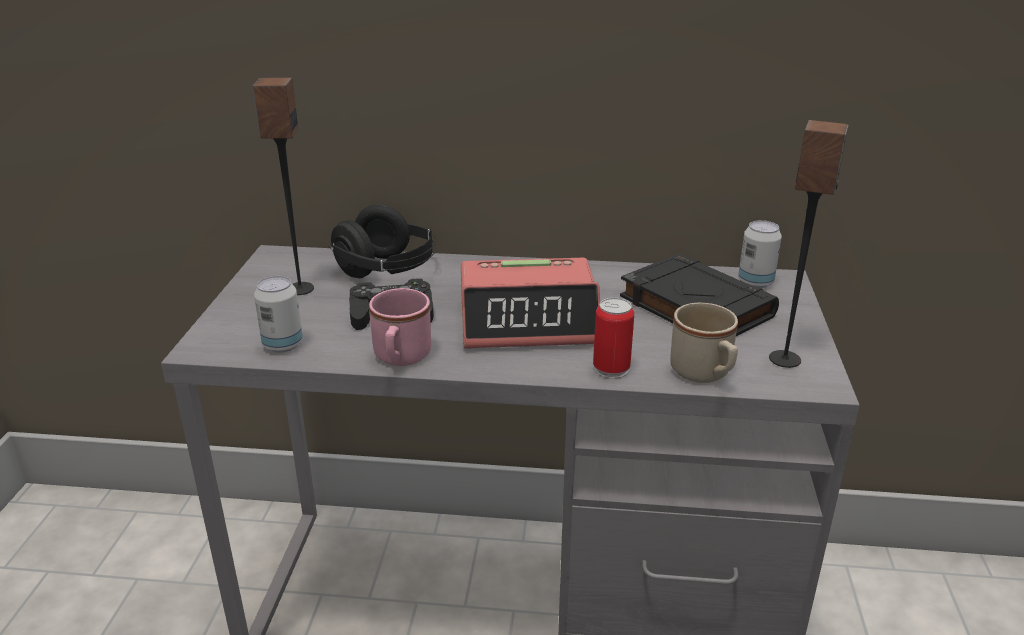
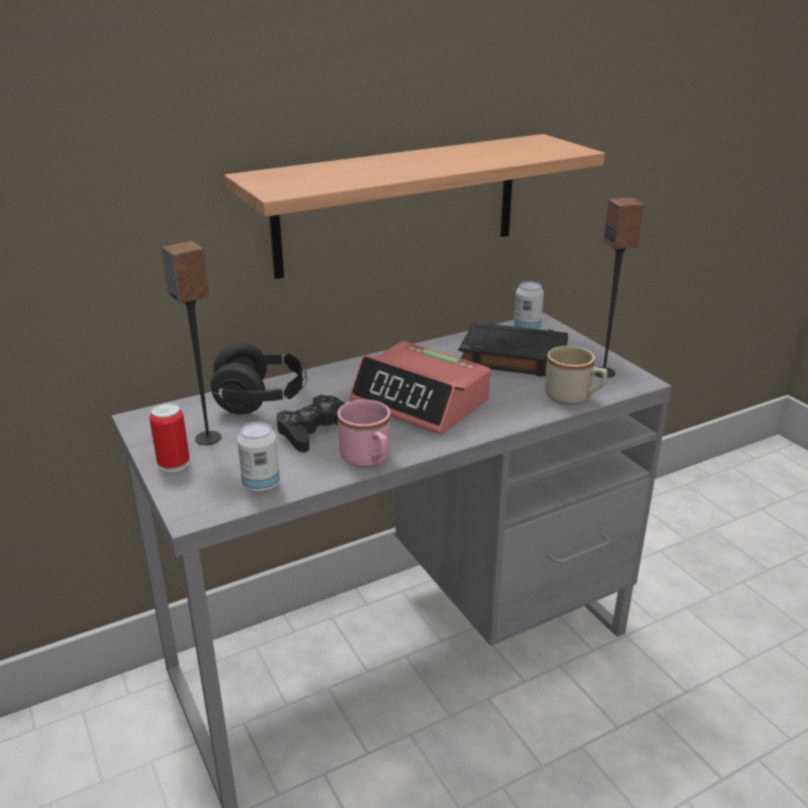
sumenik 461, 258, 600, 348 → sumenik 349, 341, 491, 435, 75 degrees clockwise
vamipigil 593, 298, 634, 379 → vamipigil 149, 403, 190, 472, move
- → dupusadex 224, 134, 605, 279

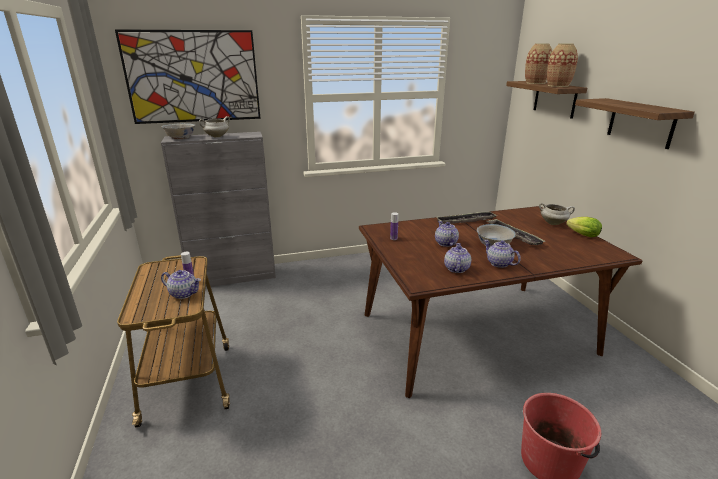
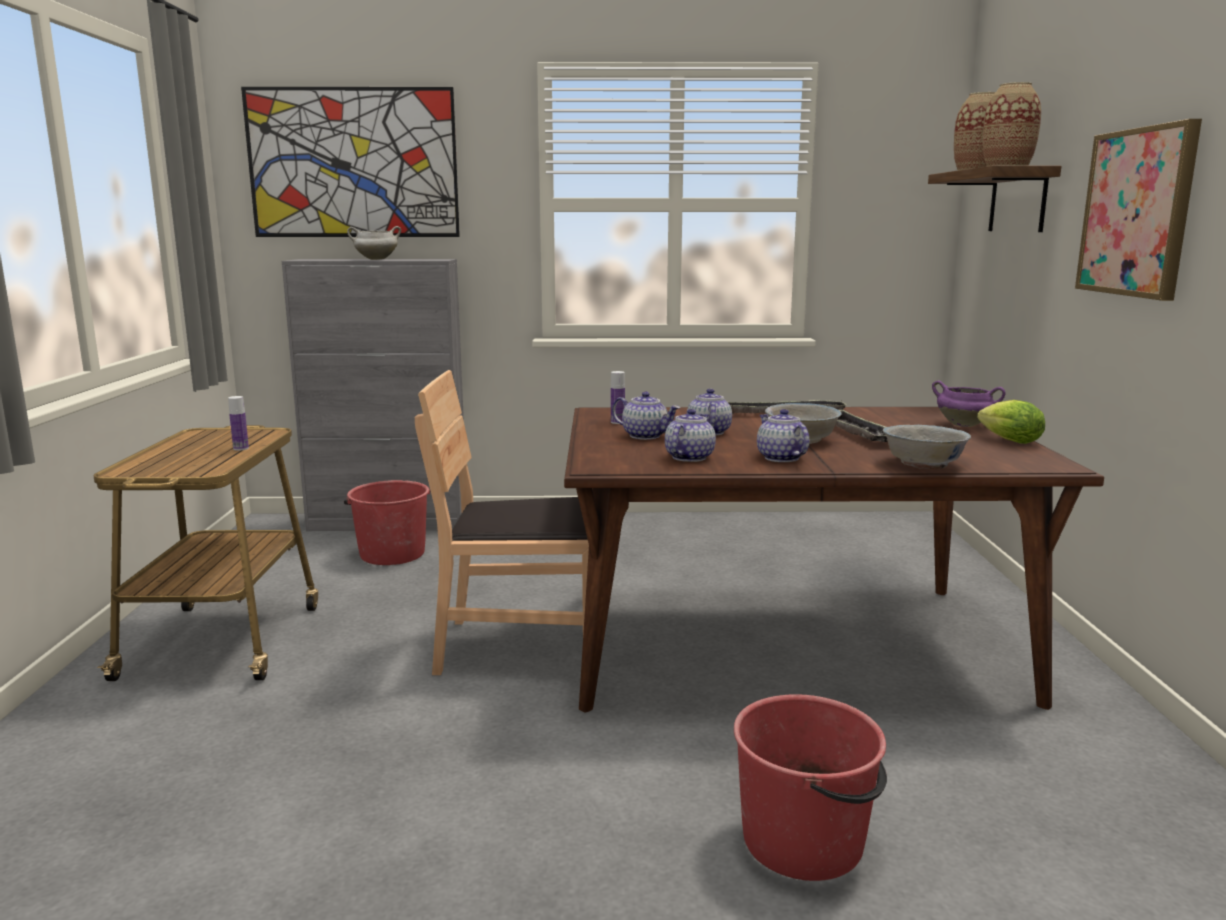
dupusadex 575, 98, 695, 149 → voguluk 1075, 119, 1202, 301
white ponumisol 162, 123, 196, 139 → white ponumisol 883, 425, 971, 469, move
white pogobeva 539, 203, 575, 225 → purple pogobeva 932, 380, 1006, 427
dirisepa 161, 270, 201, 299 → dirisepa 612, 392, 680, 440, move
- → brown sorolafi 415, 370, 589, 675
- → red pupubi 344, 480, 431, 565

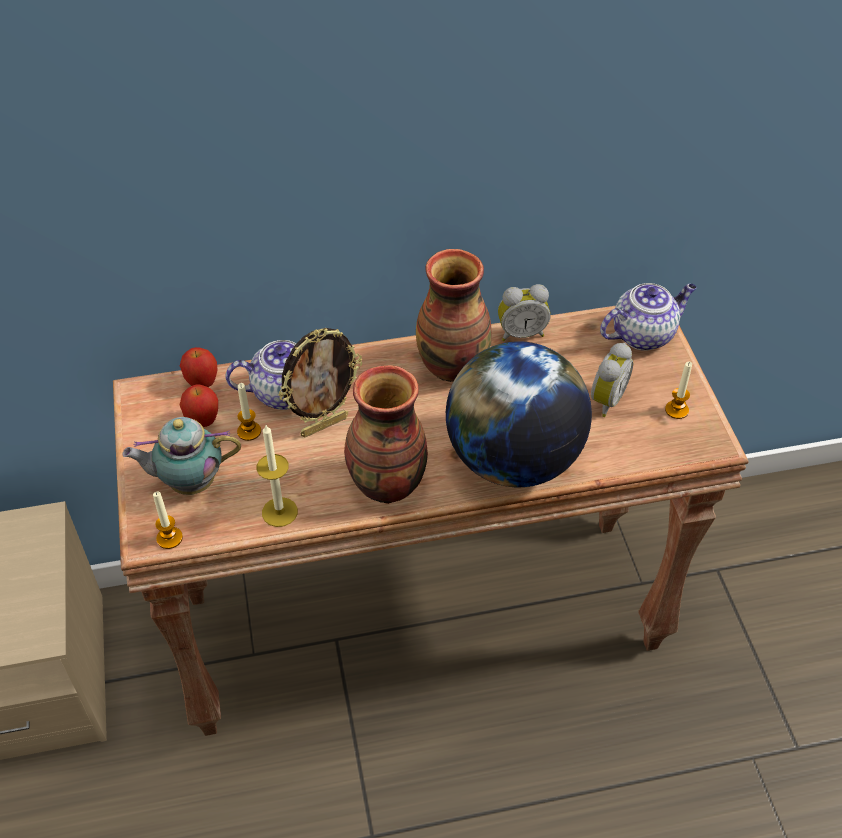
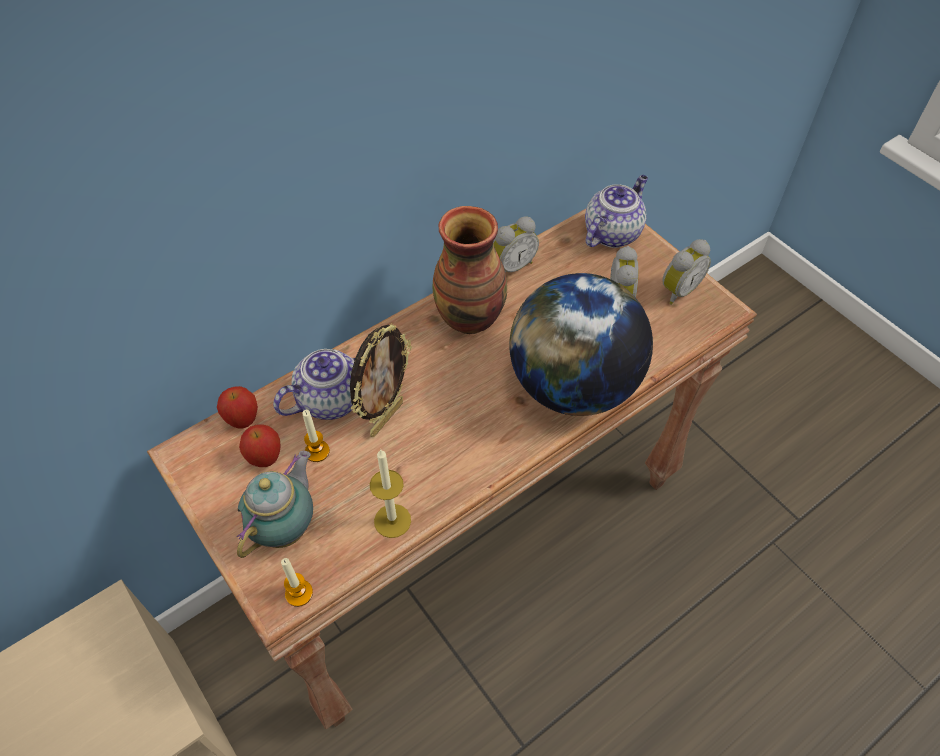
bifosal 665, 362, 692, 419 → sumenik 662, 239, 711, 305
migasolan 344, 365, 428, 504 → -
dirisepa 122, 417, 241, 495 → dirisepa 237, 451, 313, 558, 150 degrees clockwise

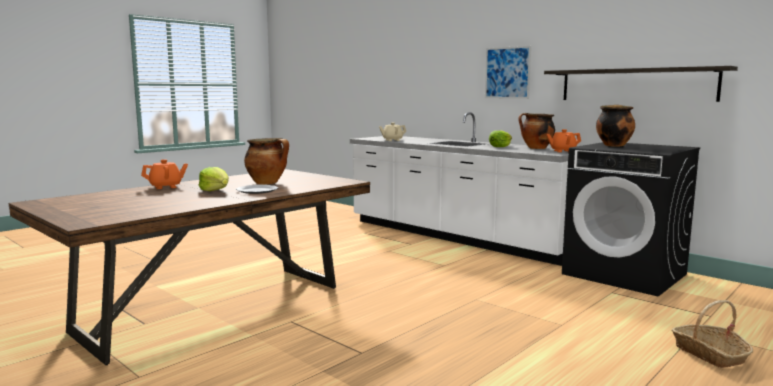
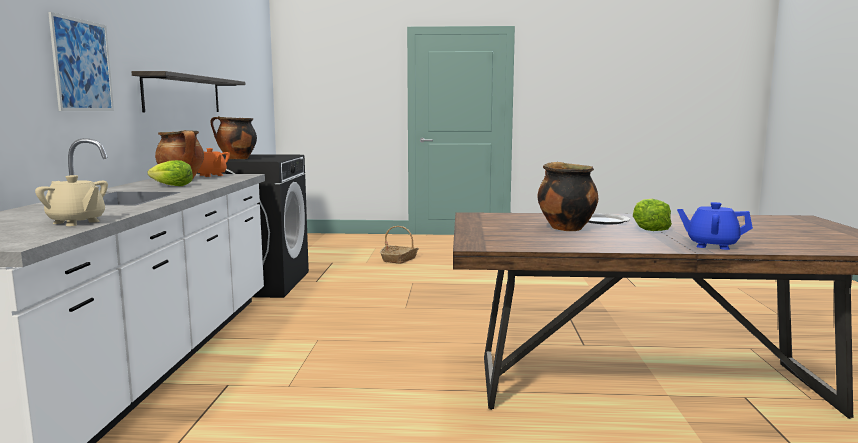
orange dirisepa 141, 159, 188, 189 → blue dirisepa 677, 202, 753, 250

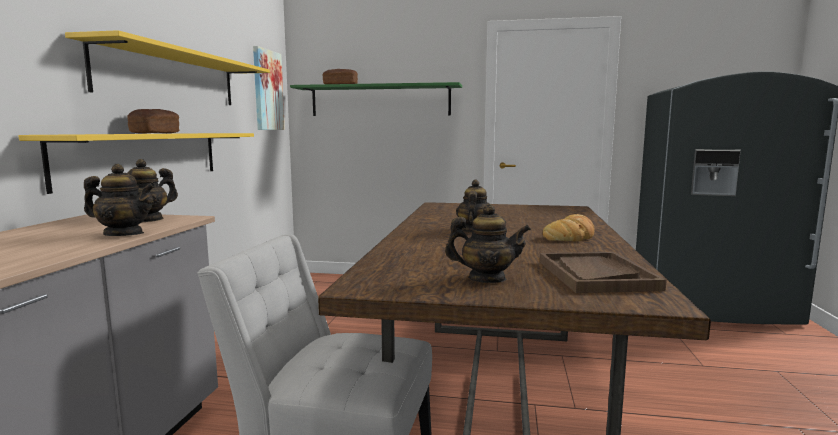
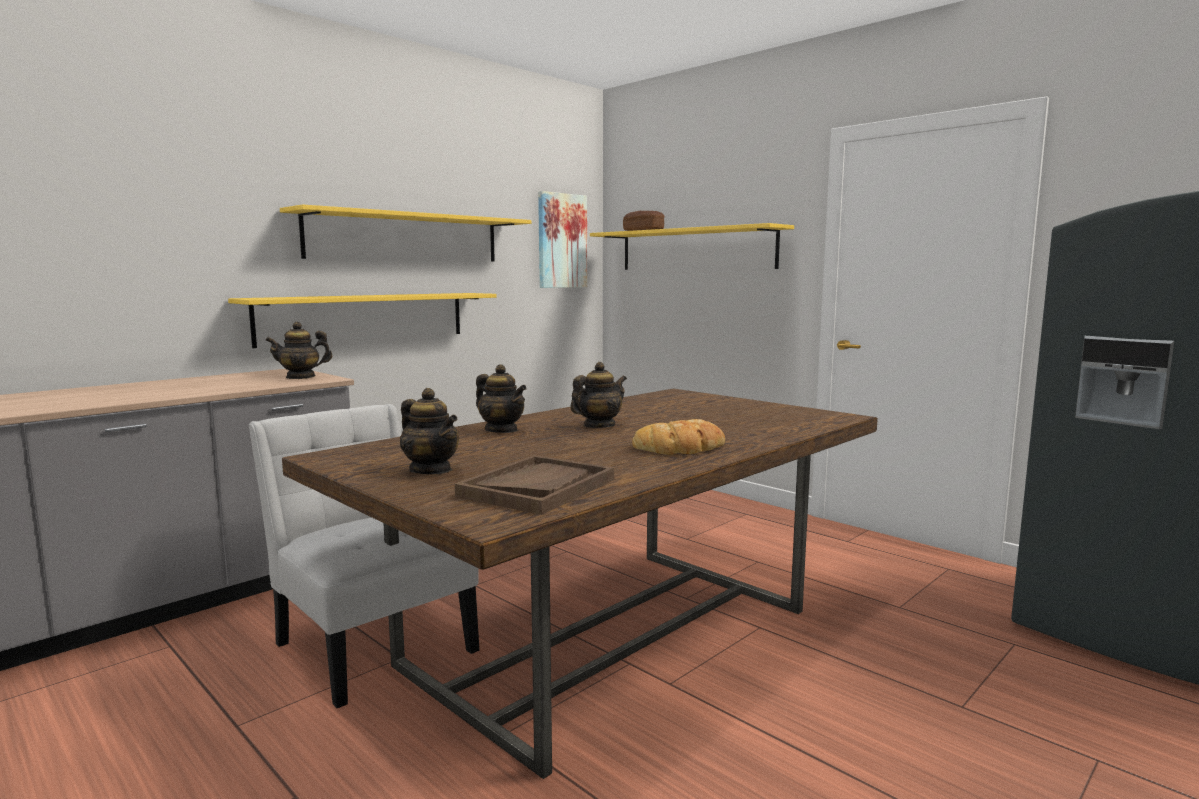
green dupusadex 290, 82, 462, 116 → yellow dupusadex 590, 223, 794, 270
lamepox 127, 109, 179, 134 → -
dirisepa 84, 164, 156, 236 → dirisepa 476, 364, 527, 433, move

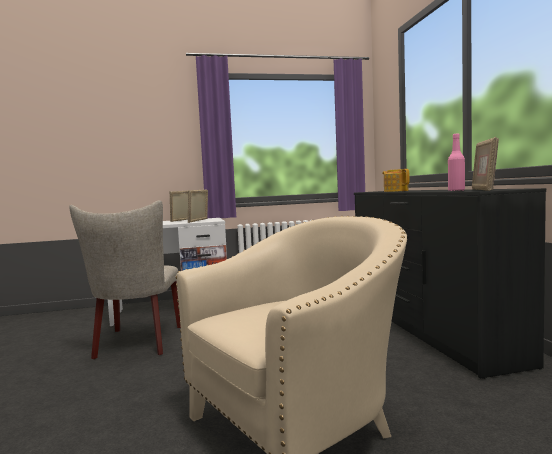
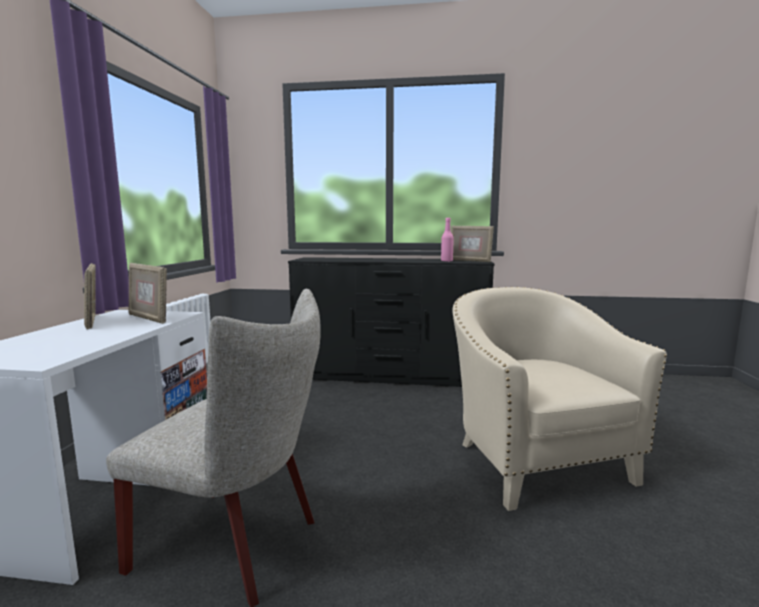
dirisepa 382, 169, 410, 192 → -

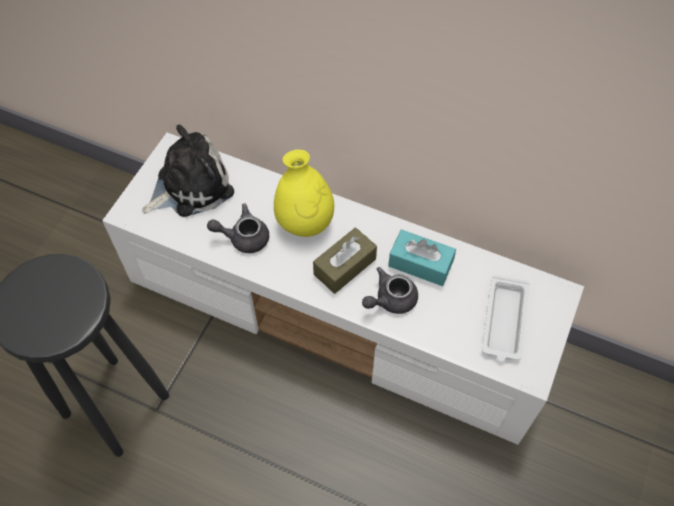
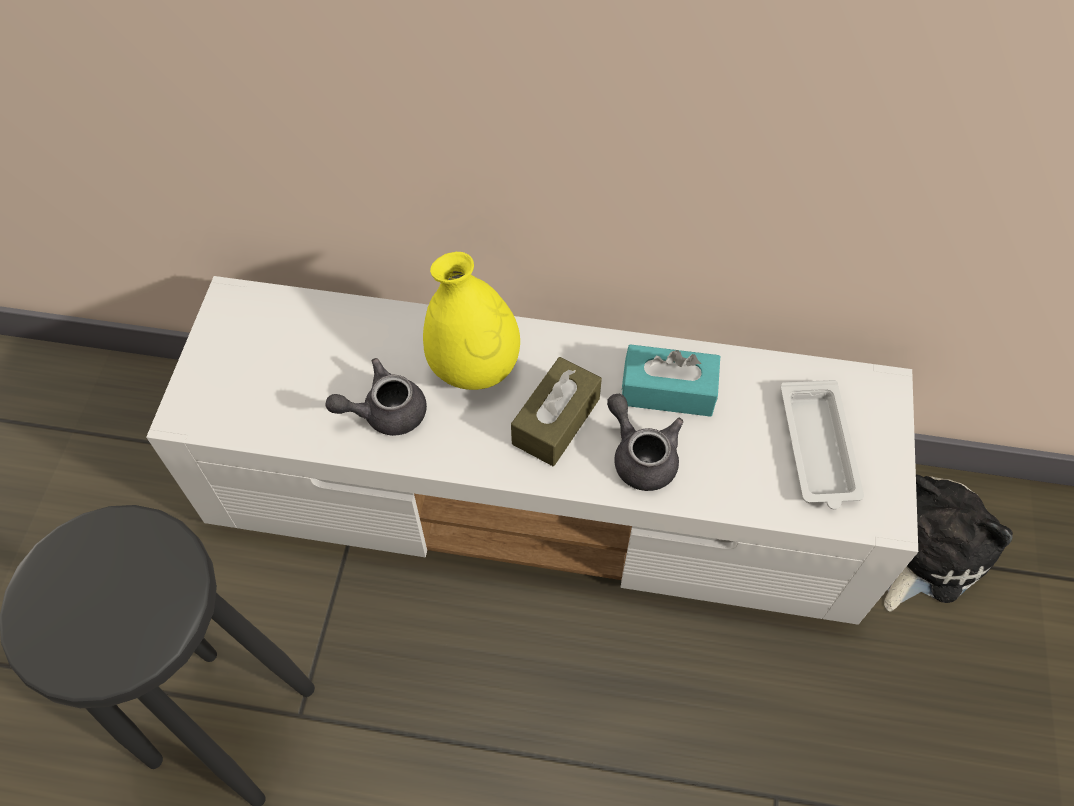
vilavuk 142, 125, 234, 217 → vilavuk 884, 474, 1013, 612, move
grey dirisepa 362, 267, 418, 314 → grey dirisepa 607, 394, 683, 491, 105 degrees clockwise

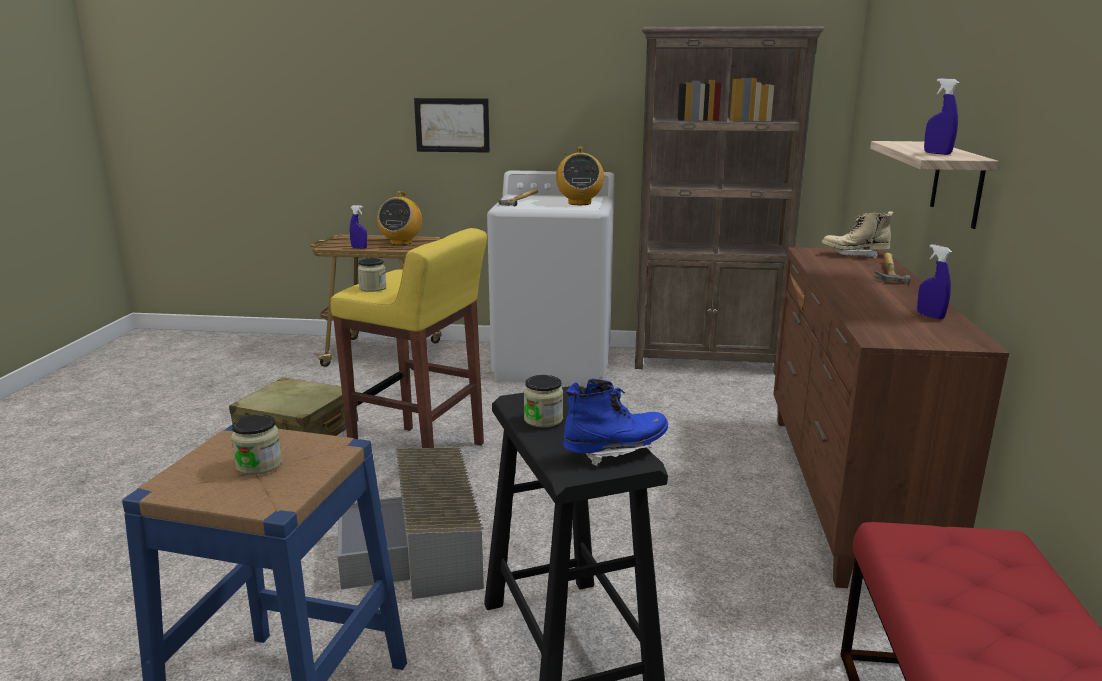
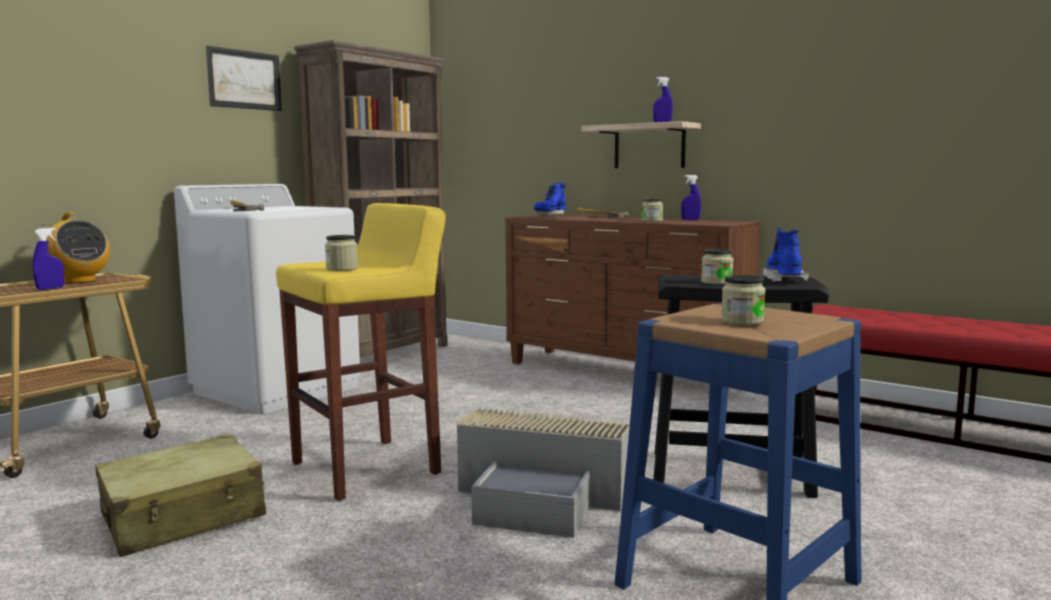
voguluk 414, 98, 490, 153 → voguluk 206, 46, 282, 111, move
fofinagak 556, 147, 604, 205 → -
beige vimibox 822, 211, 894, 258 → blue vimibox 534, 183, 566, 215
- → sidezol 642, 199, 663, 222

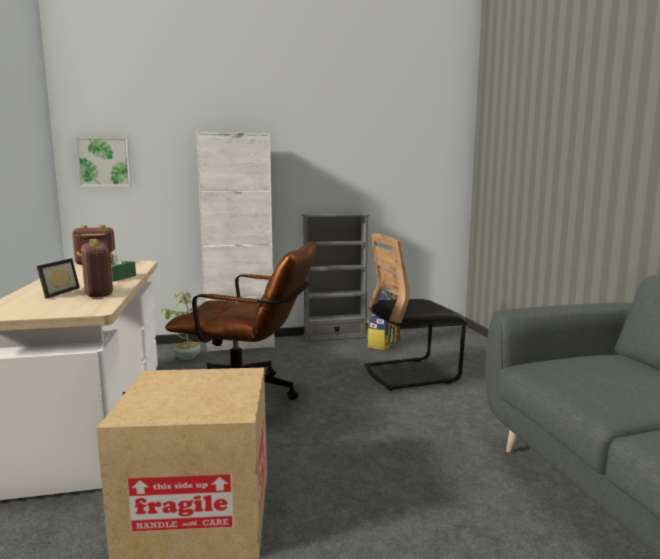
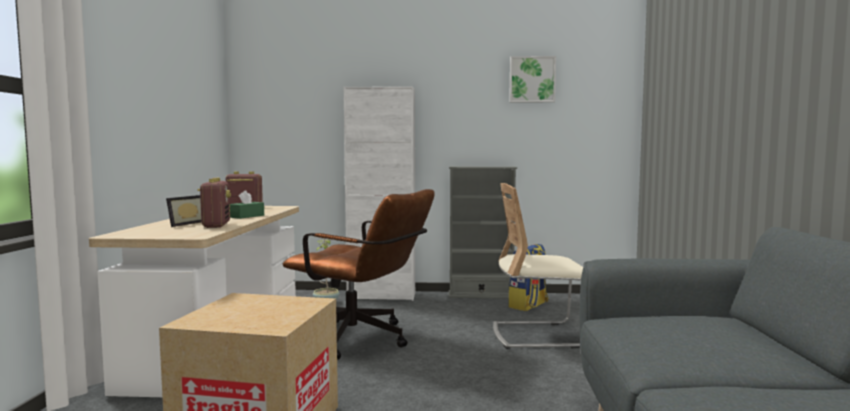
voguluk 75, 137, 132, 187 → voguluk 509, 56, 556, 103, move
black sorolafi 364, 234, 467, 391 → beige sorolafi 493, 183, 583, 349

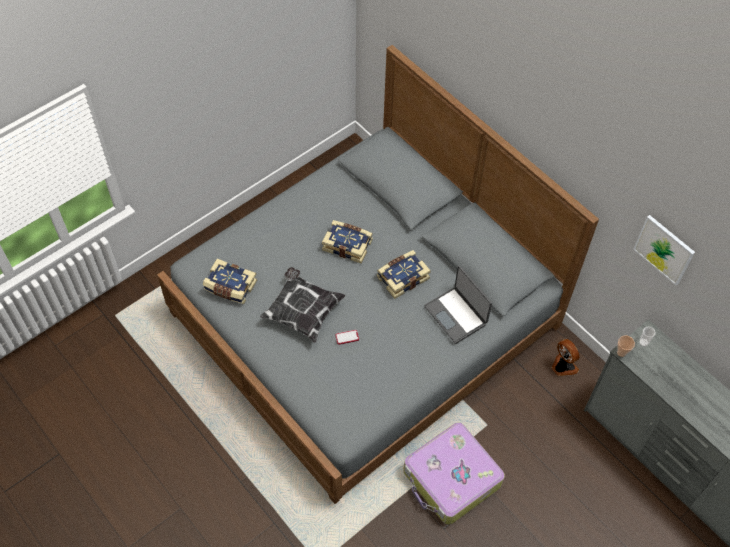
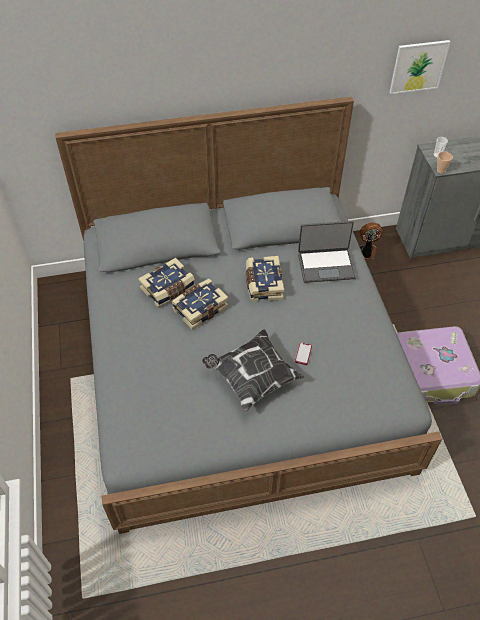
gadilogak 203, 259, 257, 304 → gadilogak 138, 258, 195, 307, move

